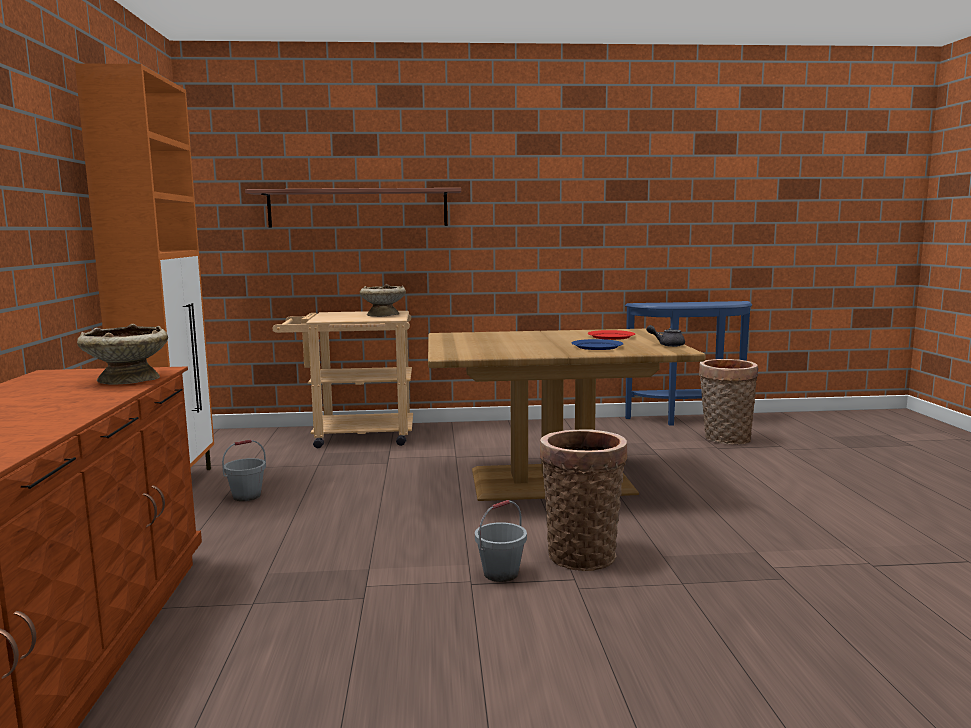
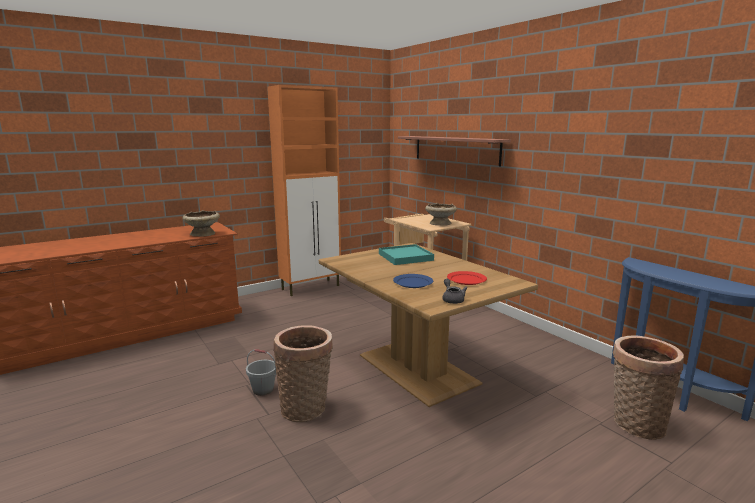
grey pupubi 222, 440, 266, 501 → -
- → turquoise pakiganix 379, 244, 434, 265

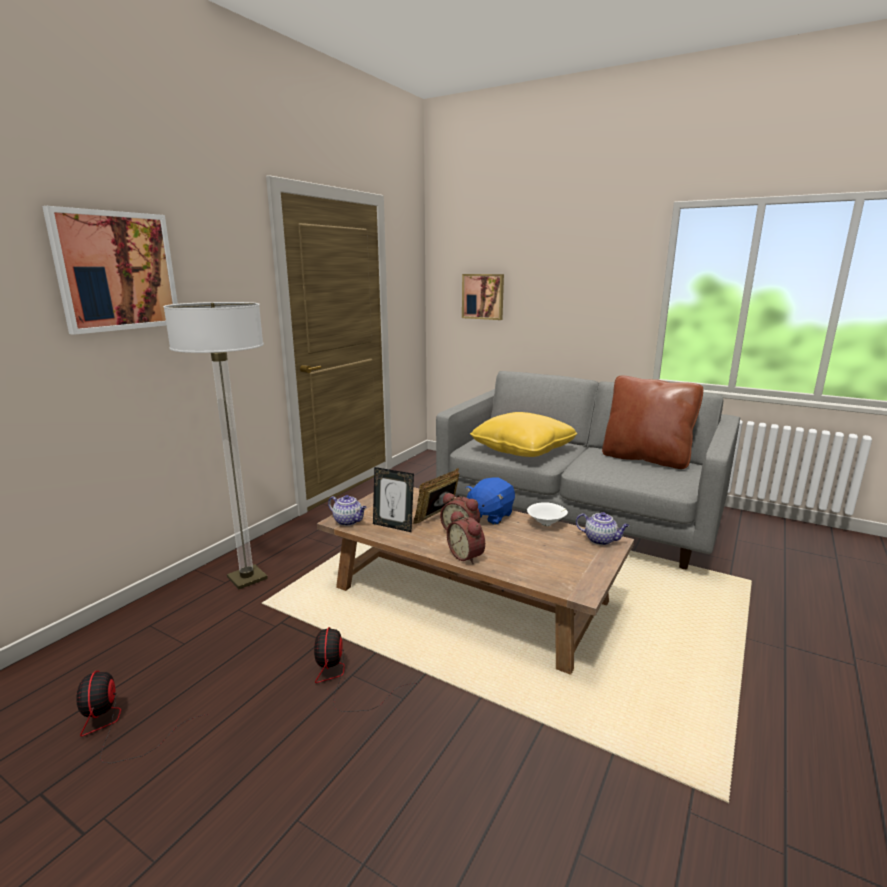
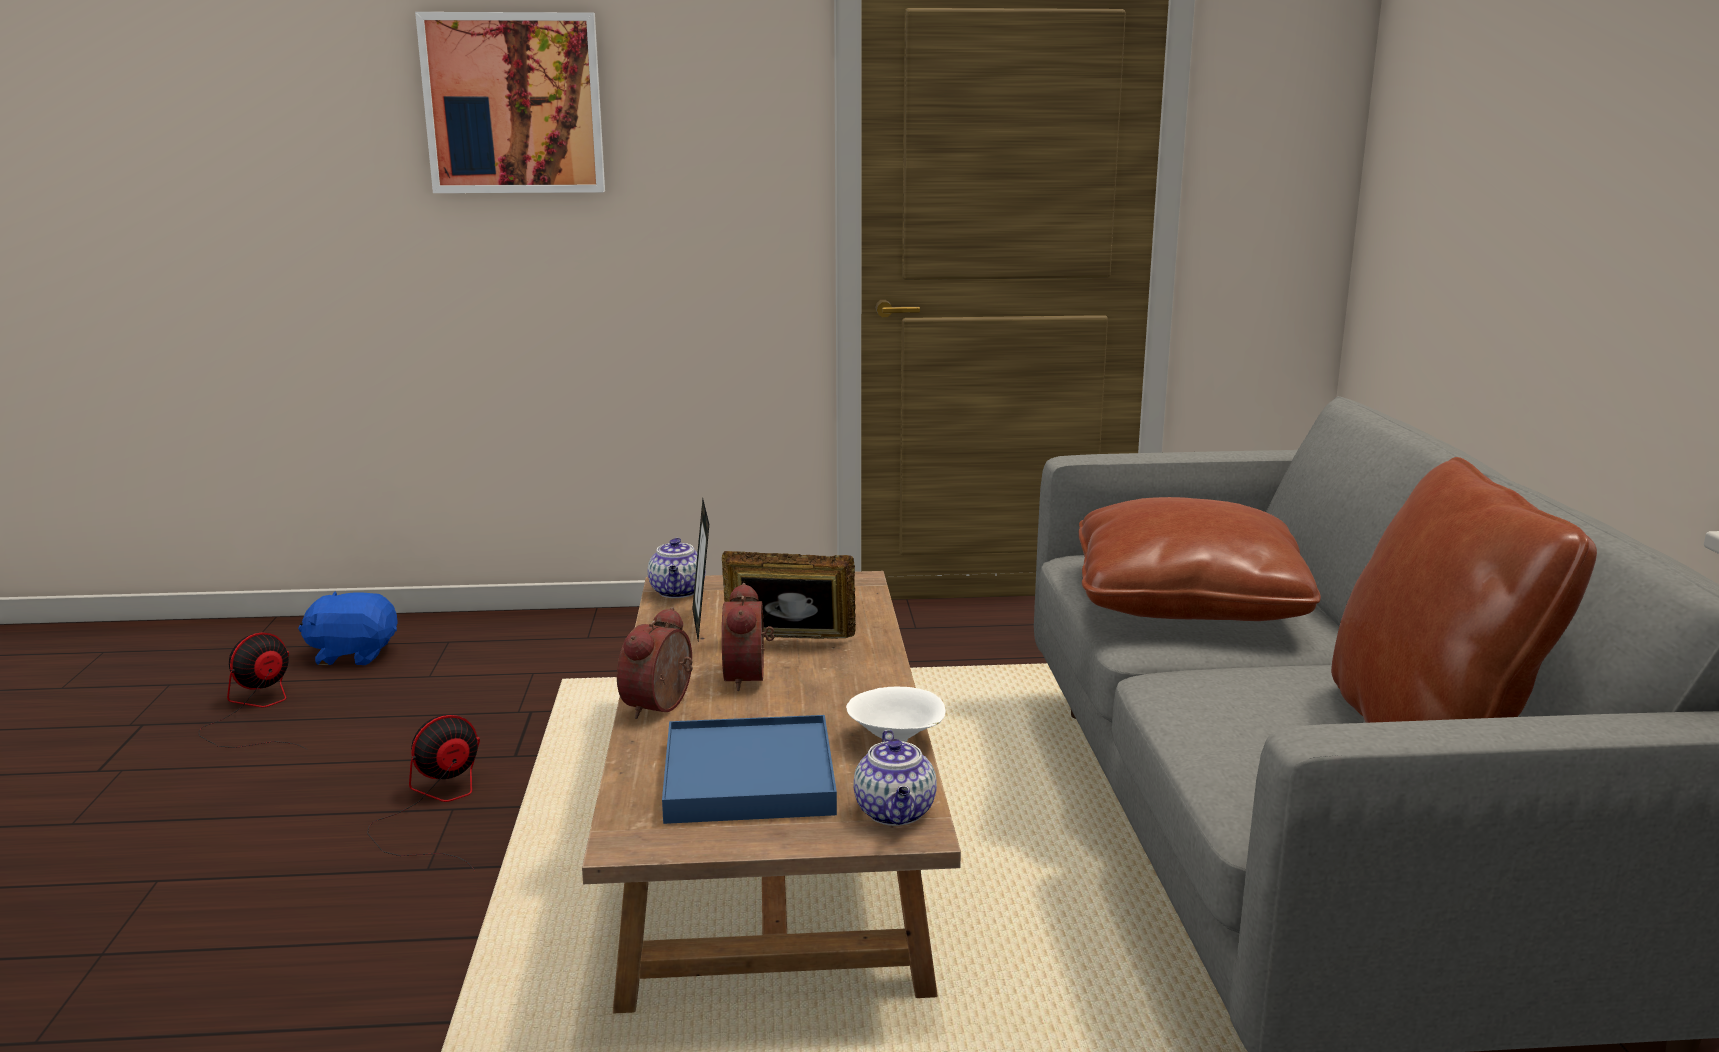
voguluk 462, 274, 504, 320 → -
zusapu 163, 302, 268, 589 → -
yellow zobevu 470, 412, 577, 457 → brown zobevu 1079, 497, 1321, 621
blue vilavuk 465, 477, 515, 525 → blue vilavuk 298, 592, 398, 665, move
- → blue pakiganix 662, 715, 837, 824

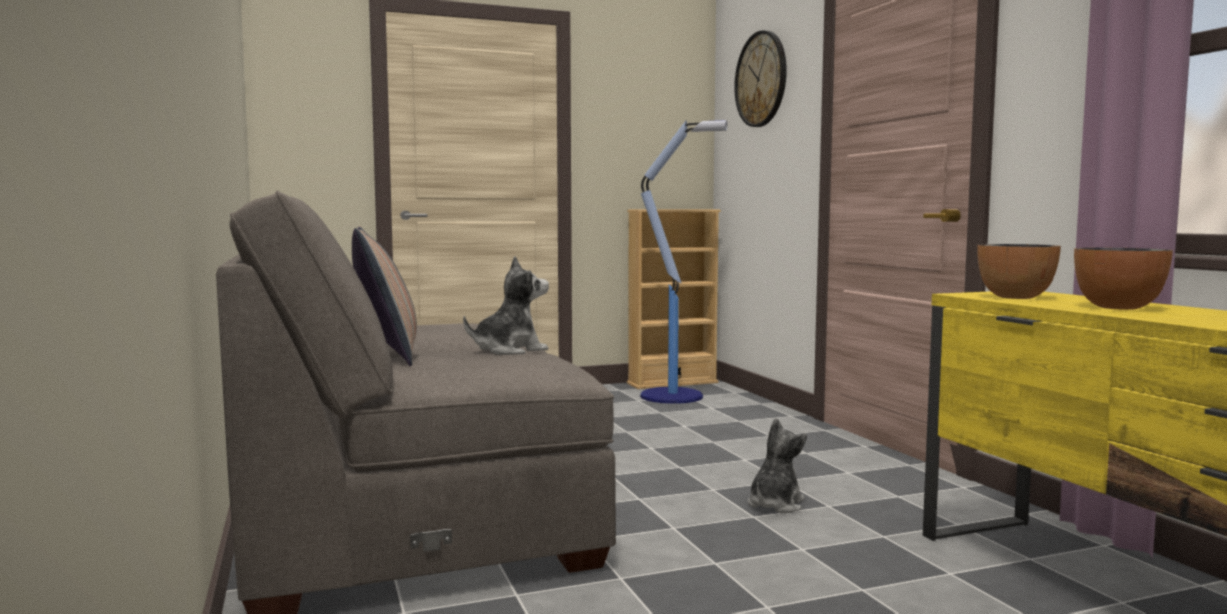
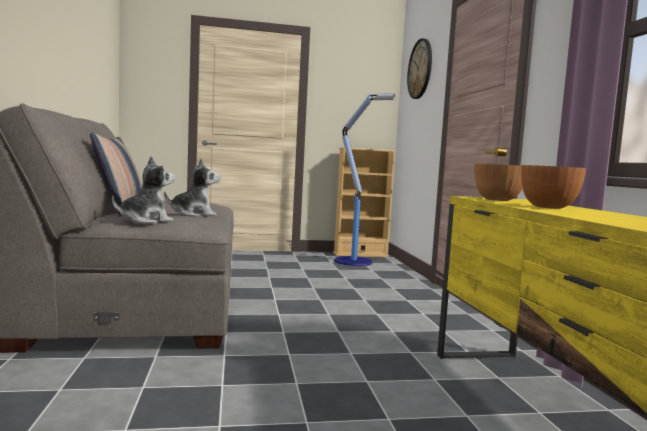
vilavuk 747, 418, 807, 513 → vilavuk 112, 156, 175, 224, move

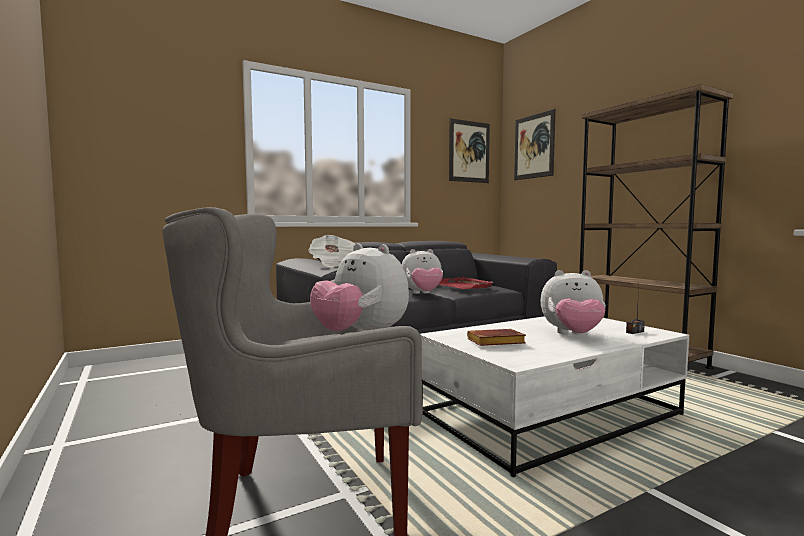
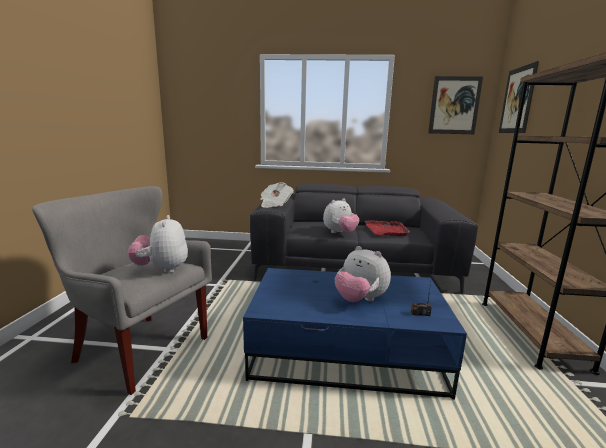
vilavuk 402, 249, 443, 294 → vilavuk 323, 199, 359, 233, 60 degrees counterclockwise
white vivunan 420, 316, 689, 477 → blue vivunan 243, 268, 467, 400
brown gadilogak 467, 329, 526, 346 → -

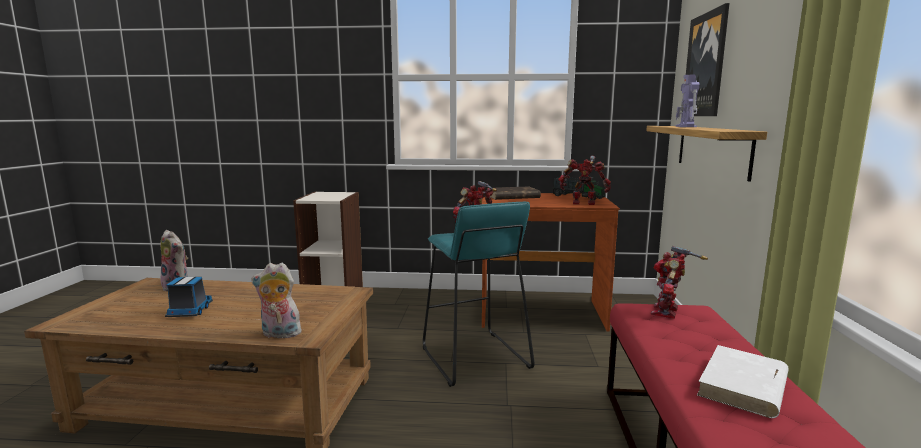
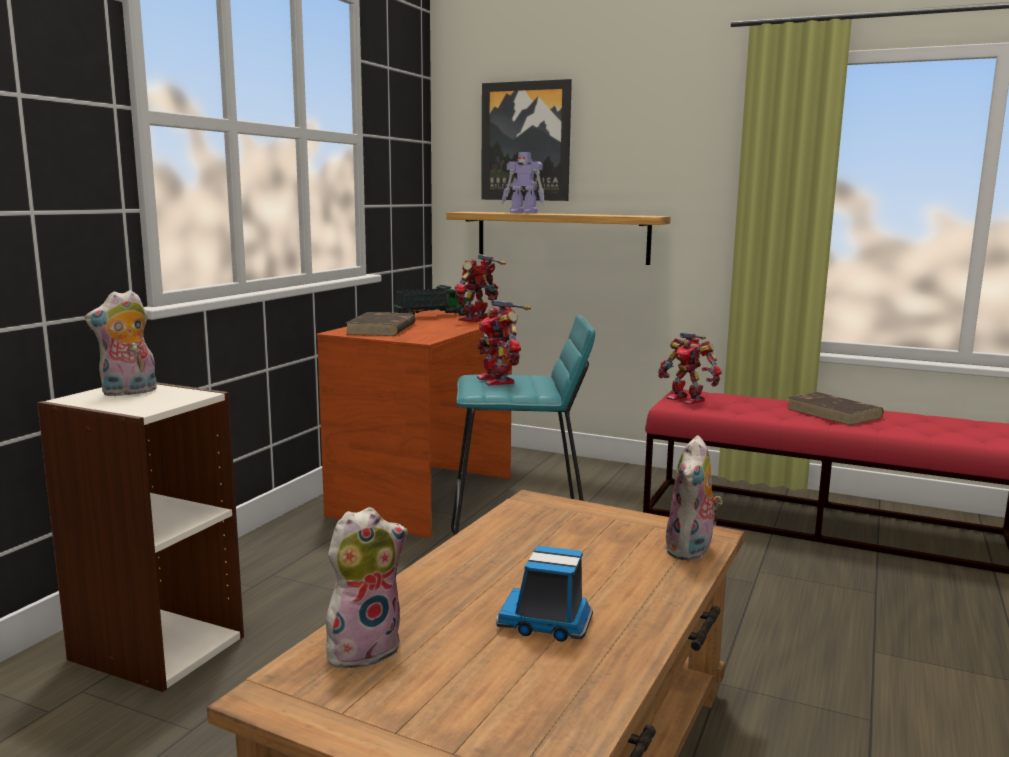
white gadilogak 697, 345, 789, 418 → brown gadilogak 787, 392, 884, 425
- → vilavuk 85, 290, 157, 397

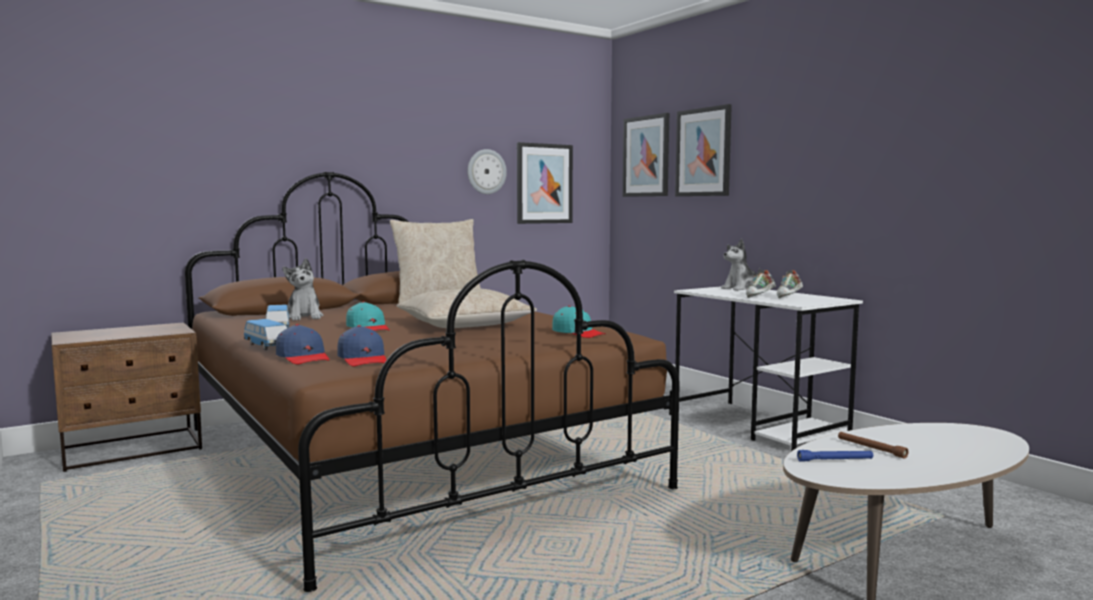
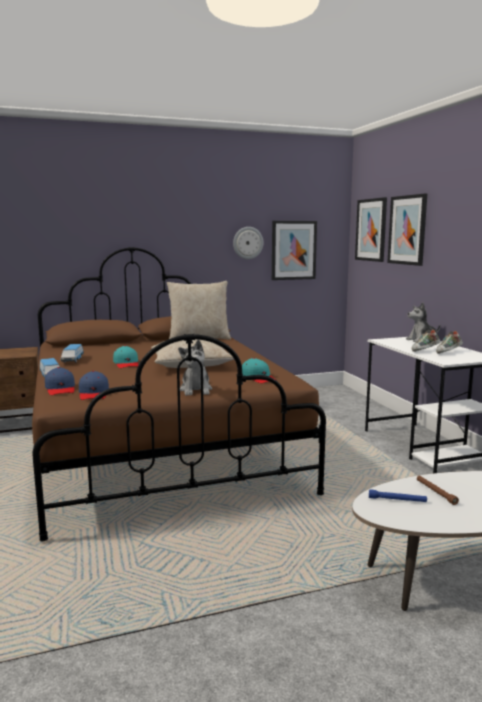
vilavuk 282, 258, 323, 321 → vilavuk 178, 340, 212, 396, move

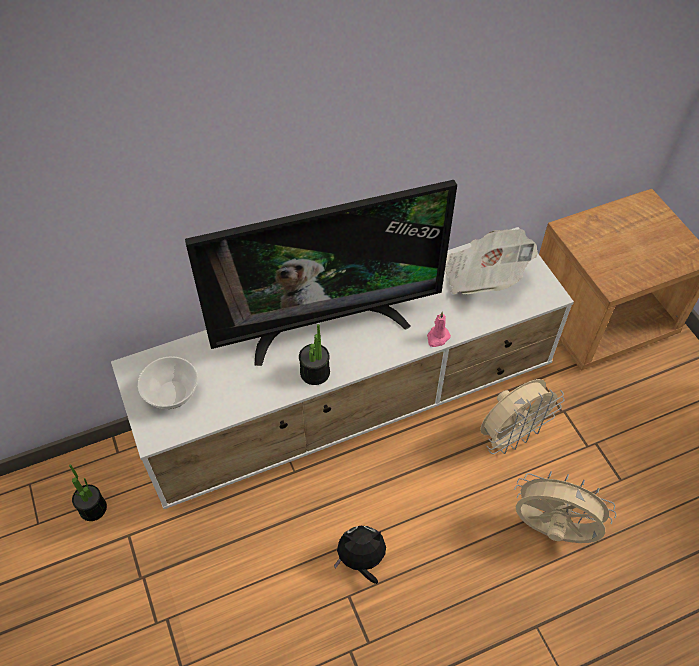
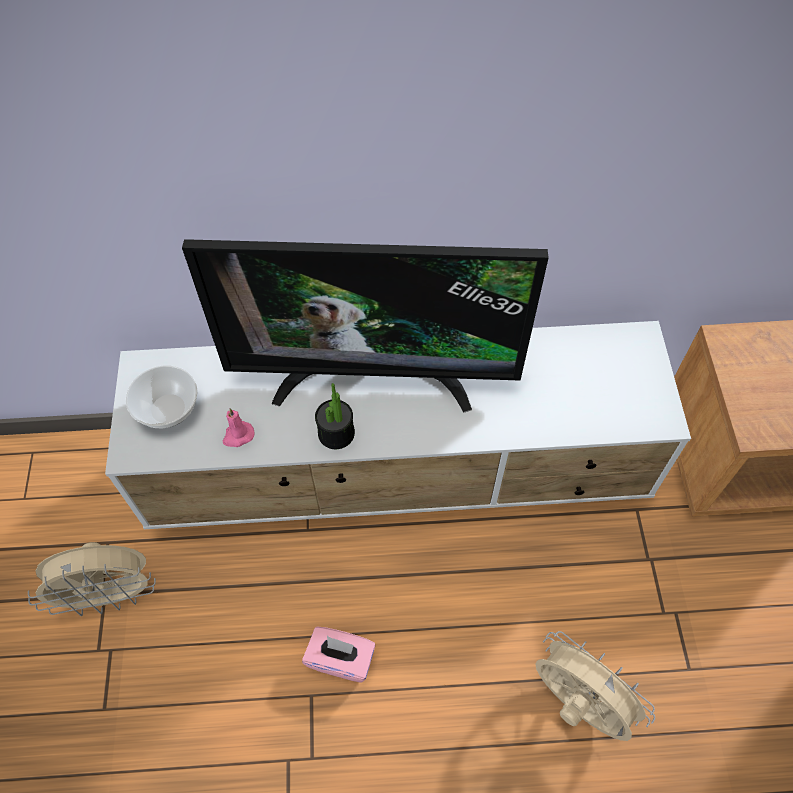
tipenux 445, 229, 538, 294 → -
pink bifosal 427, 312, 451, 347 → pink bifosal 223, 409, 255, 447, move
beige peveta 480, 379, 565, 454 → beige peveta 28, 542, 156, 616, move
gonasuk 69, 464, 107, 521 → -
vilavuk 334, 526, 386, 584 → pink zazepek 302, 627, 375, 682

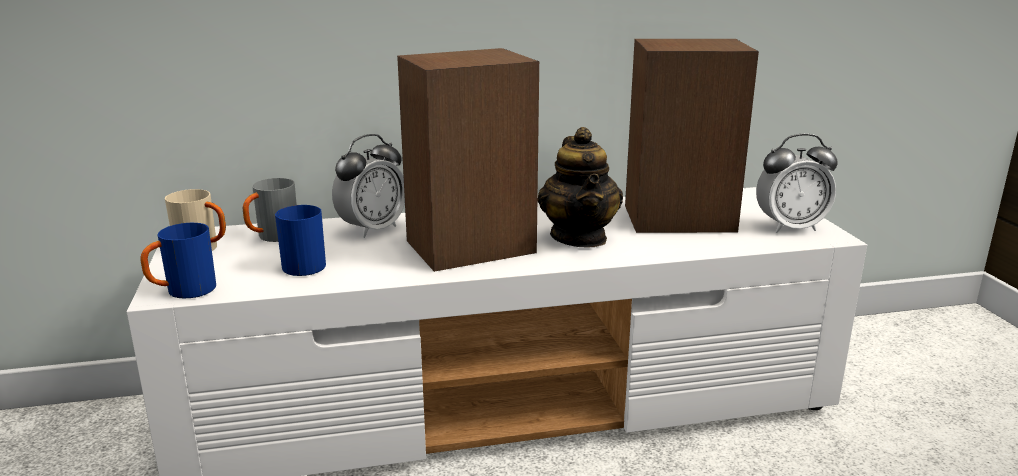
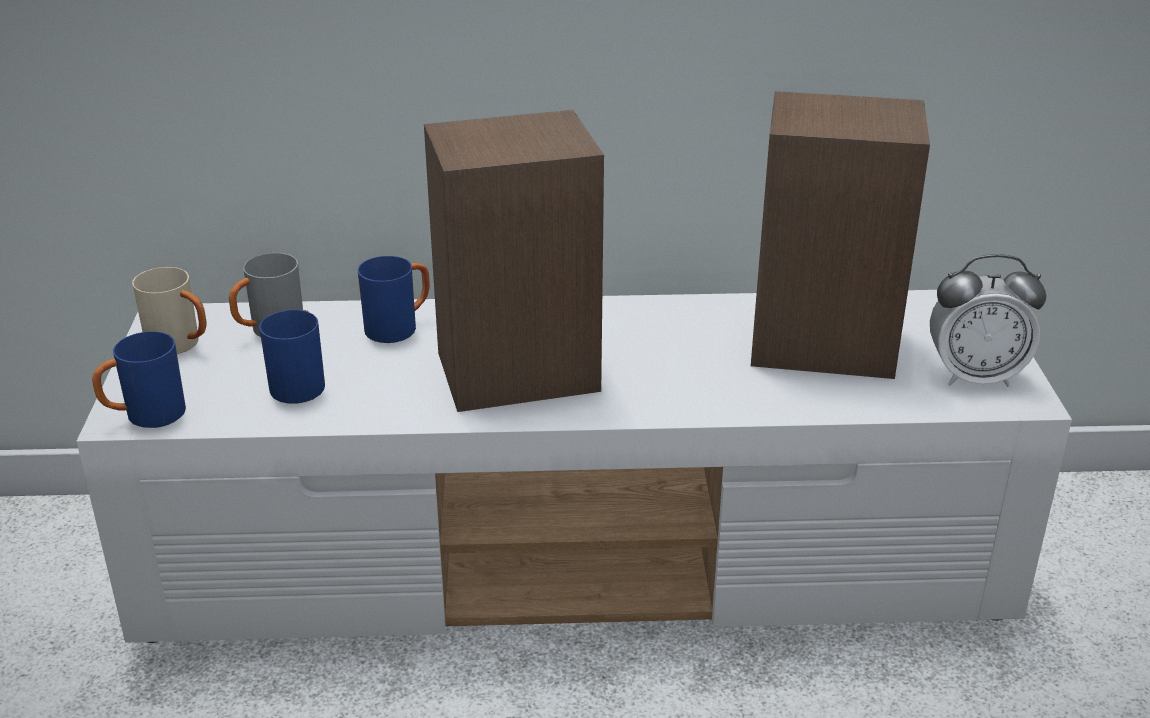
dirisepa 537, 127, 623, 248 → -
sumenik 332, 134, 405, 238 → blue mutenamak 358, 256, 430, 343

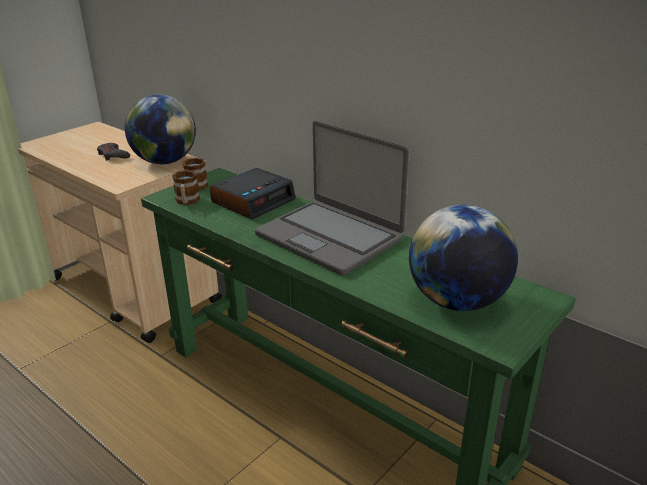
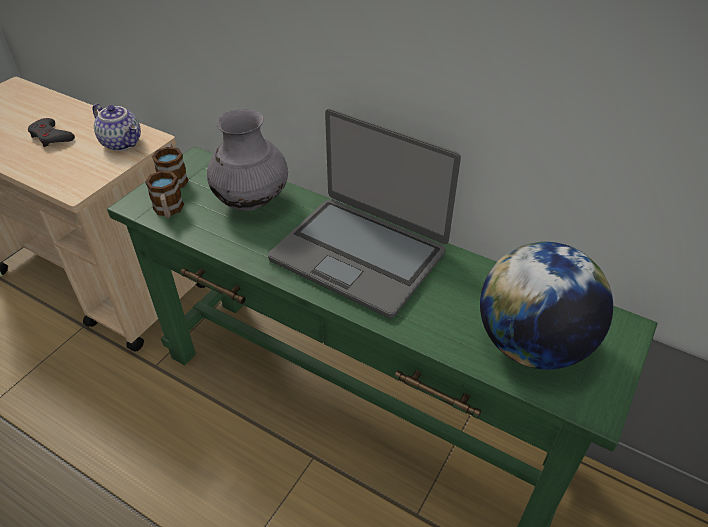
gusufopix 125, 94, 196, 164 → dirisepa 92, 104, 141, 151
sumenik 210, 168, 296, 219 → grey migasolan 207, 109, 288, 211

